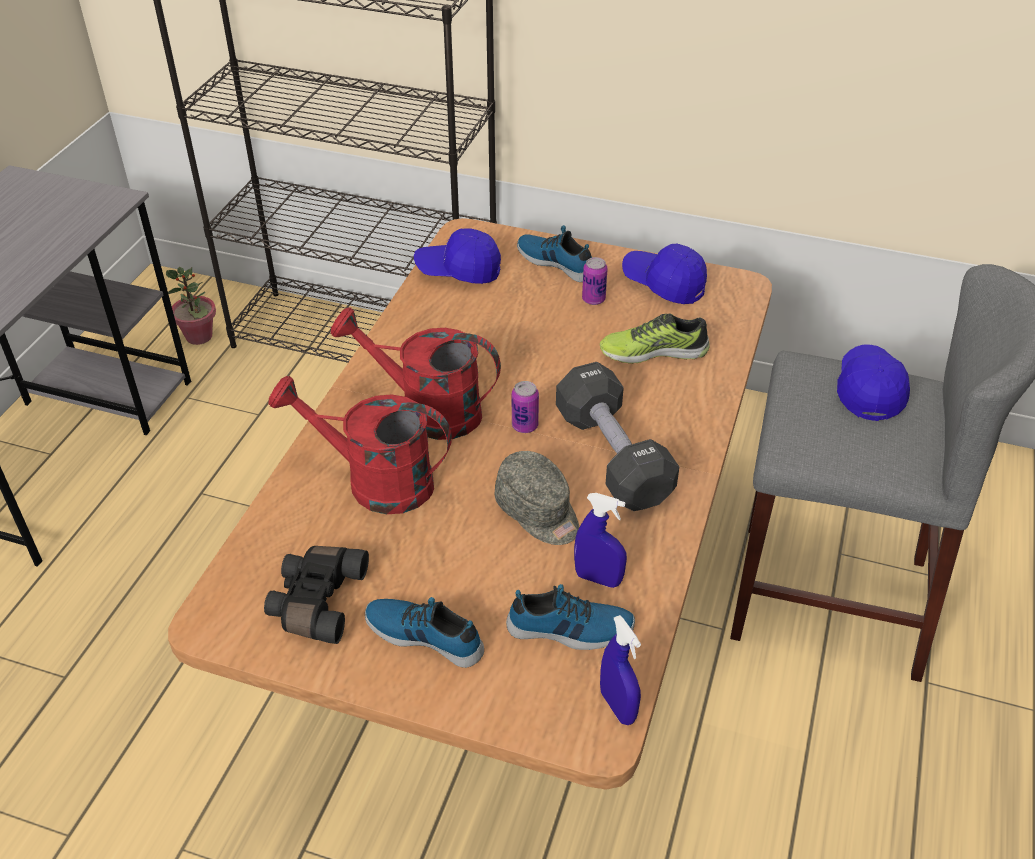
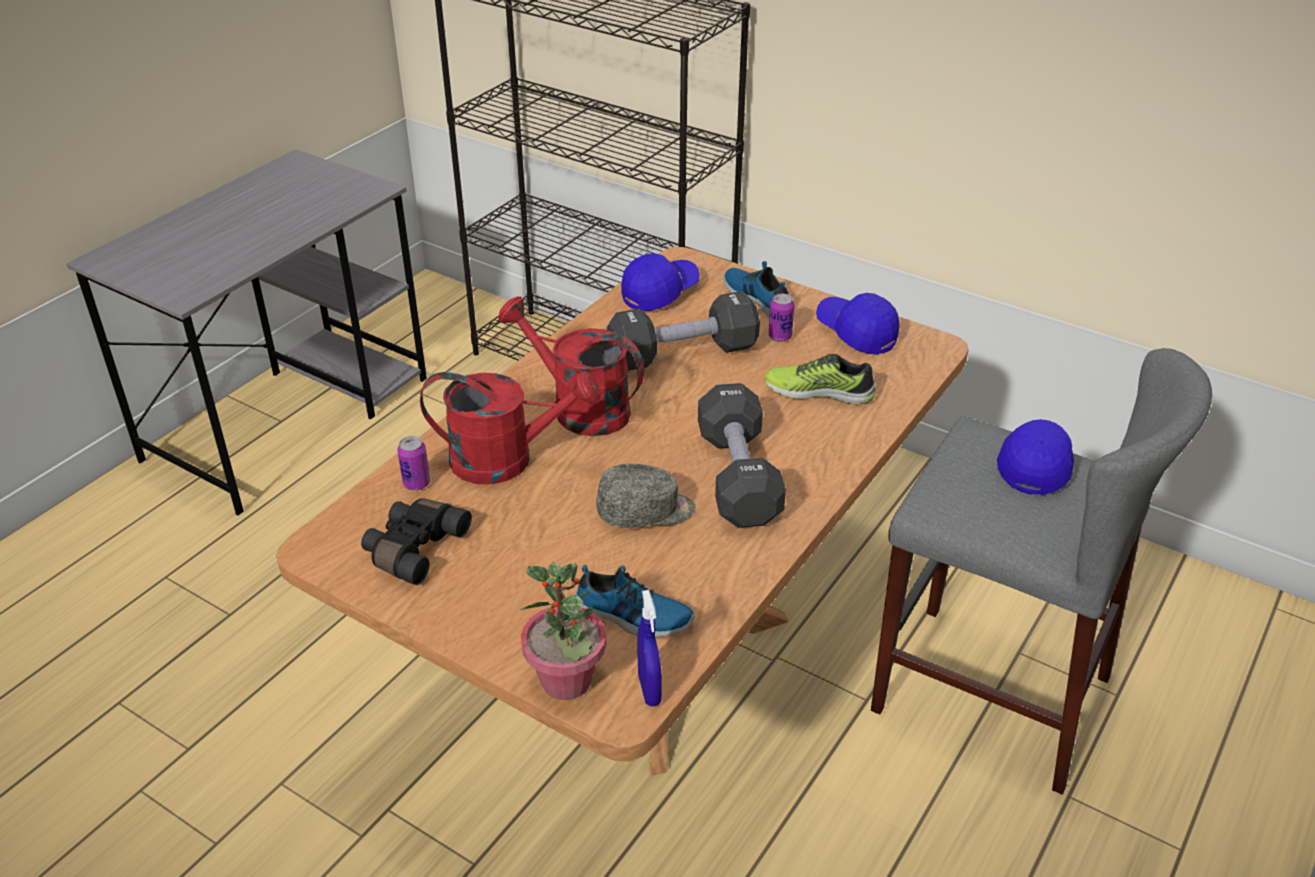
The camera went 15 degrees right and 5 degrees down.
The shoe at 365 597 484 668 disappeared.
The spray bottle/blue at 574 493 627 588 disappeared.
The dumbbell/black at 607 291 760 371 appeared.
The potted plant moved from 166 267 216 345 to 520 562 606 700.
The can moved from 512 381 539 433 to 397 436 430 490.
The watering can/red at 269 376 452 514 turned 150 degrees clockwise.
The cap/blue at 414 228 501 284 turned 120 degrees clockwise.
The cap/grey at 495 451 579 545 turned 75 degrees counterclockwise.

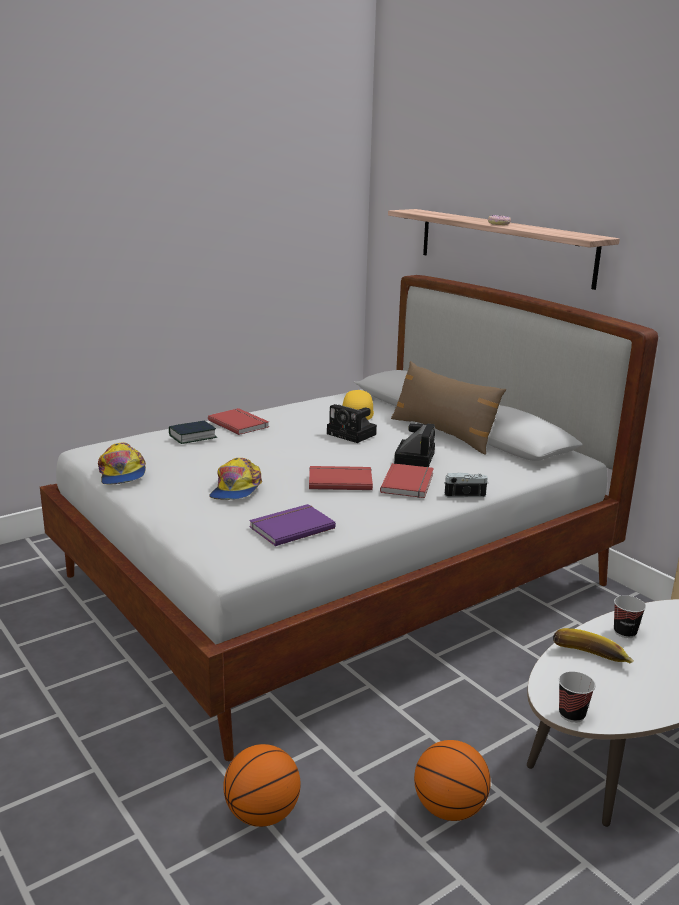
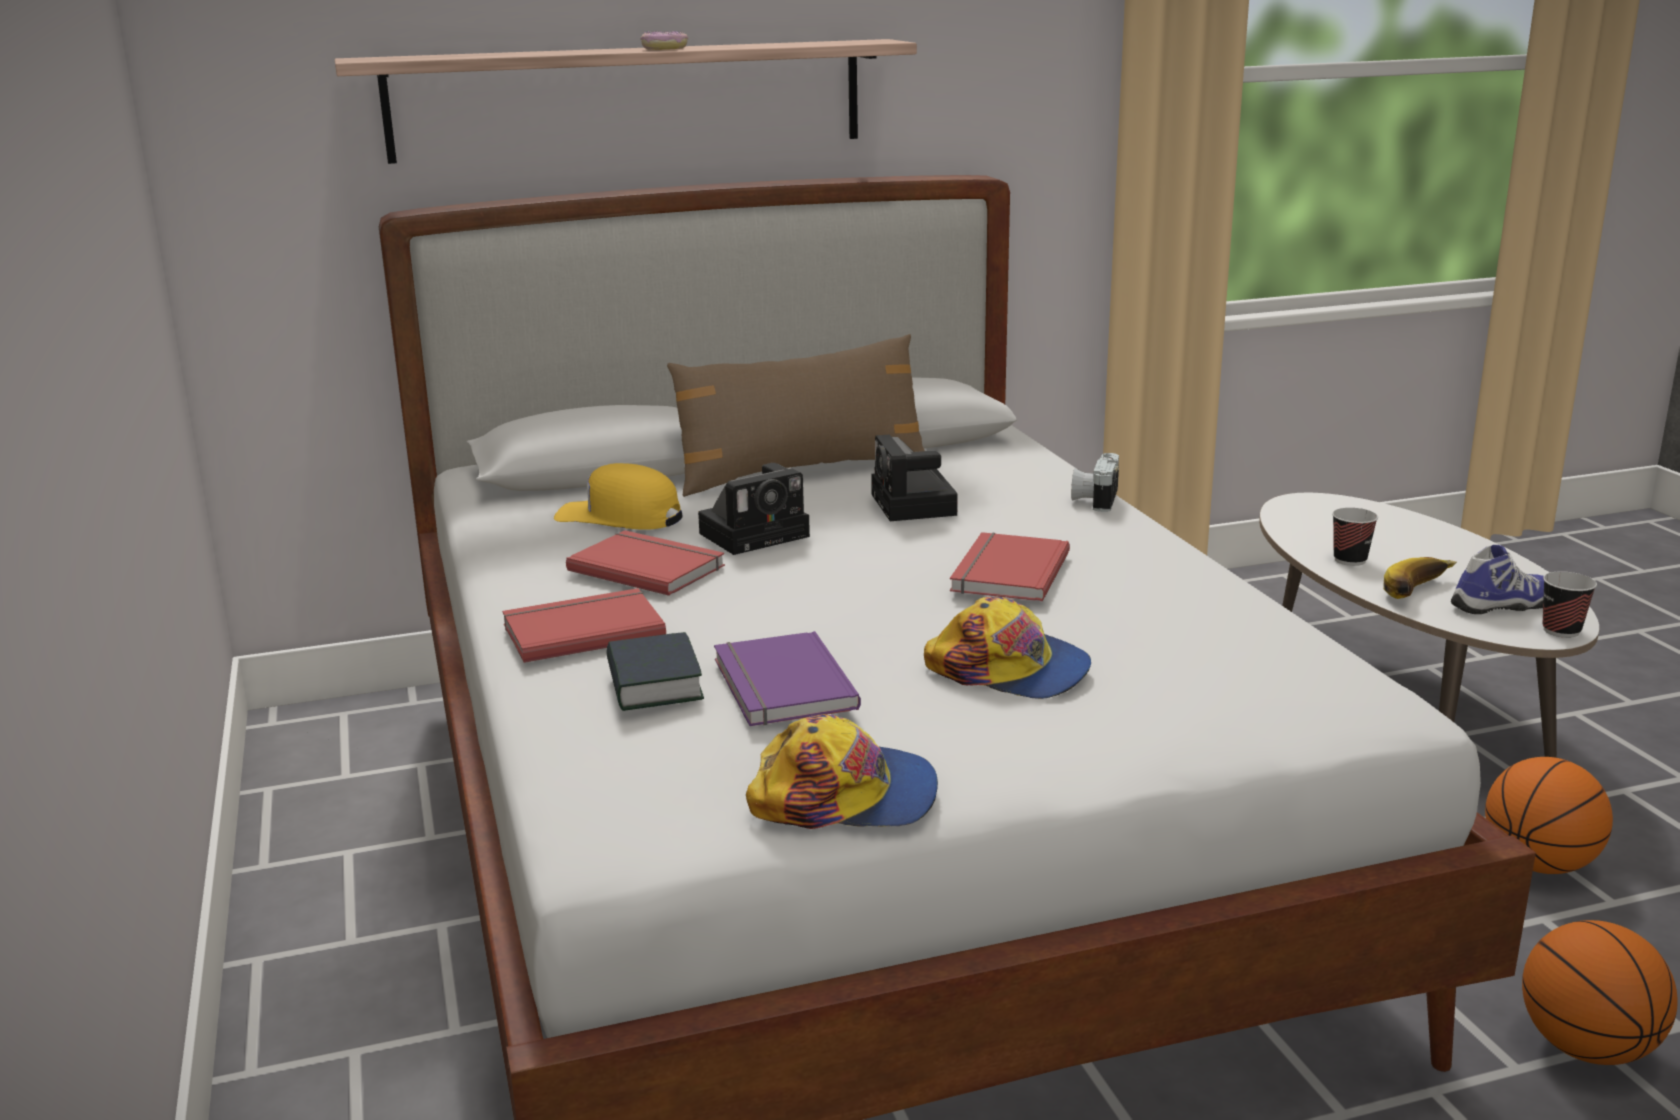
The camera went 70 degrees left and 0 degrees up.
The shoe at 1451 545 1544 614 appeared.
The book/purple moved from 249 504 336 546 to 714 631 861 726.
The book/red moved from 380 463 434 498 to 566 530 725 596.
The photo camera at 394 423 435 467 turned 135 degrees counterclockwise.

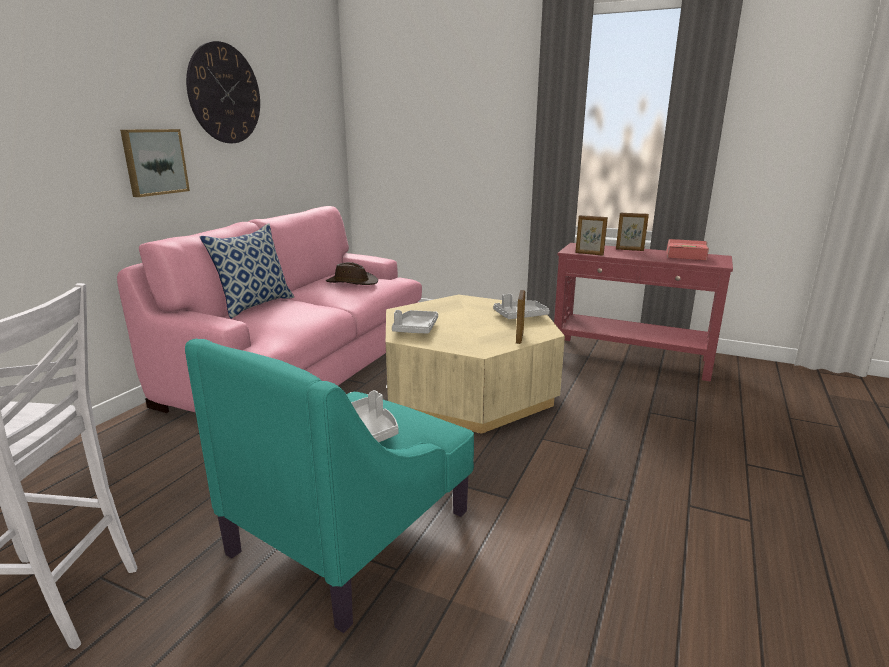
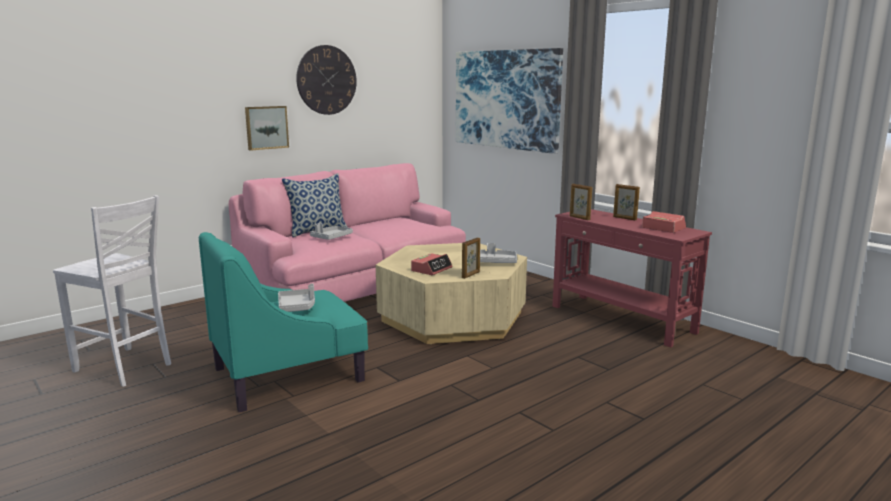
The camera went 25 degrees right and 5 degrees down.
The hat/brown at 326 262 378 285 disappeared.
The alarm clock at 411 253 453 275 appeared.
The picture at 456 48 563 154 appeared.
The tray/grey moved from 392 310 438 334 to 310 223 353 240.

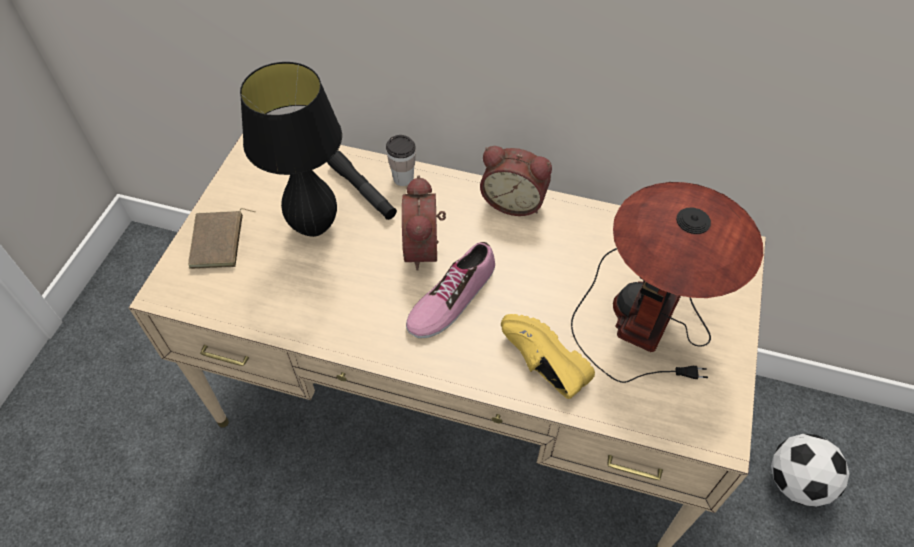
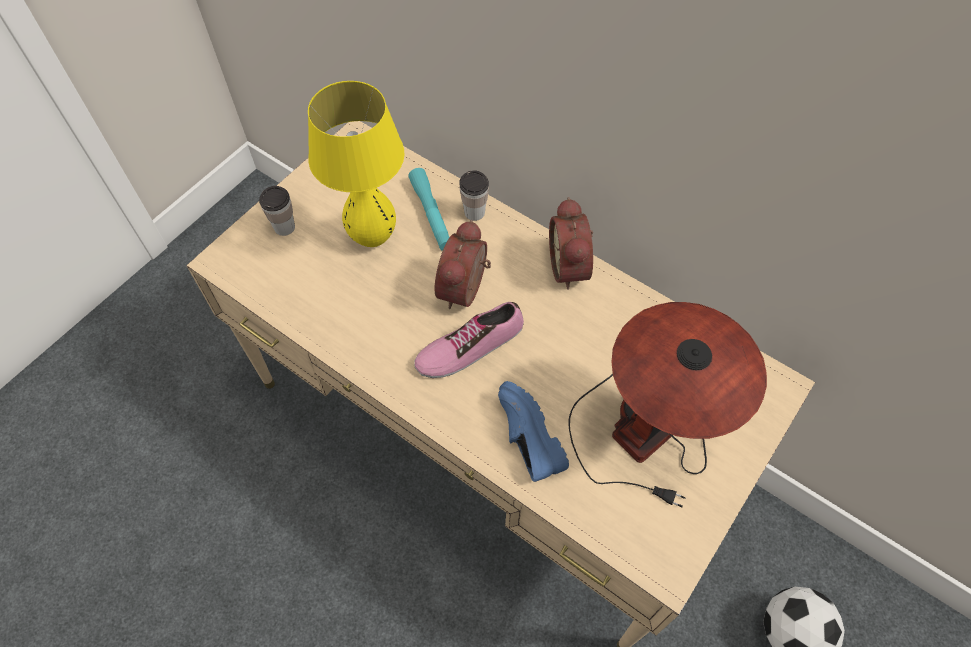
The camera went 20 degrees right and 5 degrees up.
The book/brown at 188 208 256 269 was replaced by the cup at 259 186 295 236.
The table lamp/black at 240 62 342 237 became the table lamp/yellow at 308 81 404 247.
The flashlight/black at 327 151 397 220 became the flashlight/turquoise at 408 168 450 251.
The shoe/yellow at 501 314 595 399 became the shoe/blue at 498 381 569 482.
The alarm clock at 480 146 552 216 turned 45 degrees clockwise.

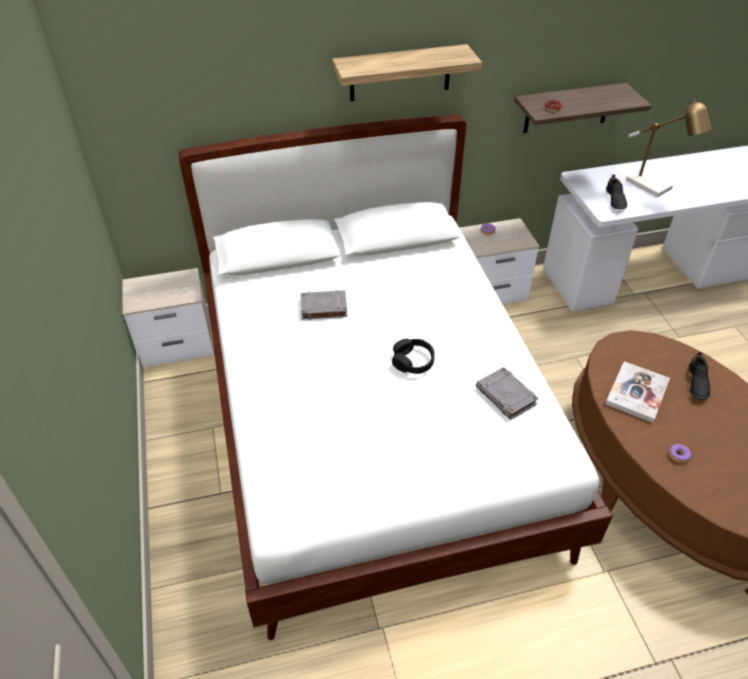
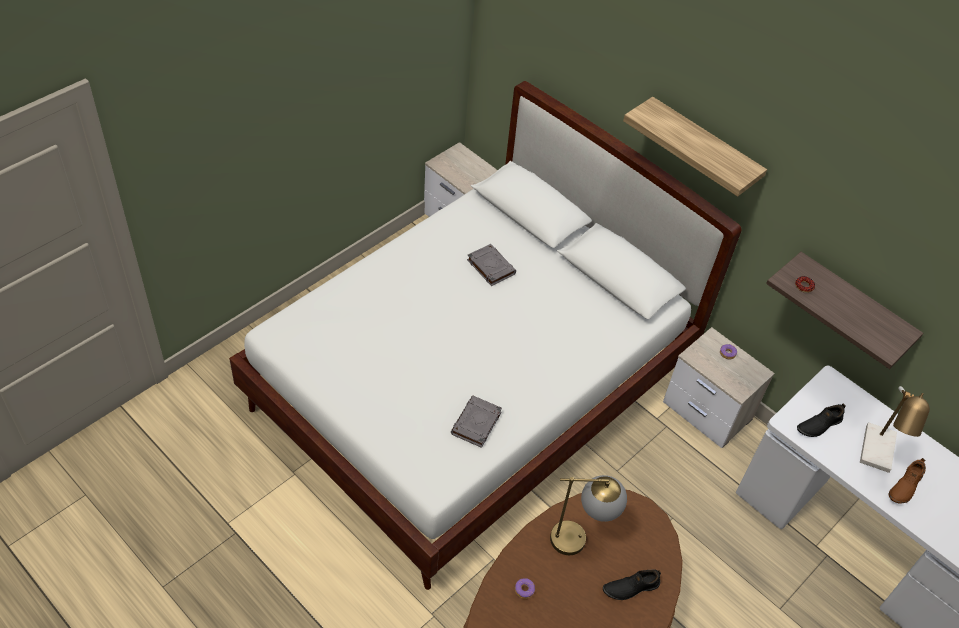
The camera went 55 degrees right and 5 degrees up.
The headphones/black at 392 339 435 374 disappeared.
The shoe/brown at 889 458 926 504 appeared.
The book at 605 361 670 423 was replaced by the table lamp at 550 475 627 555.

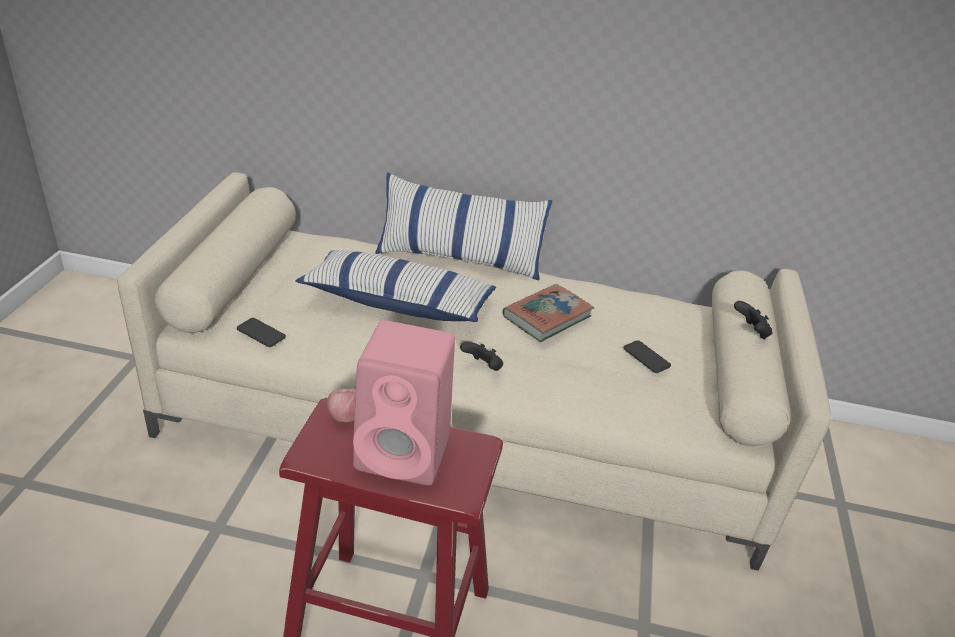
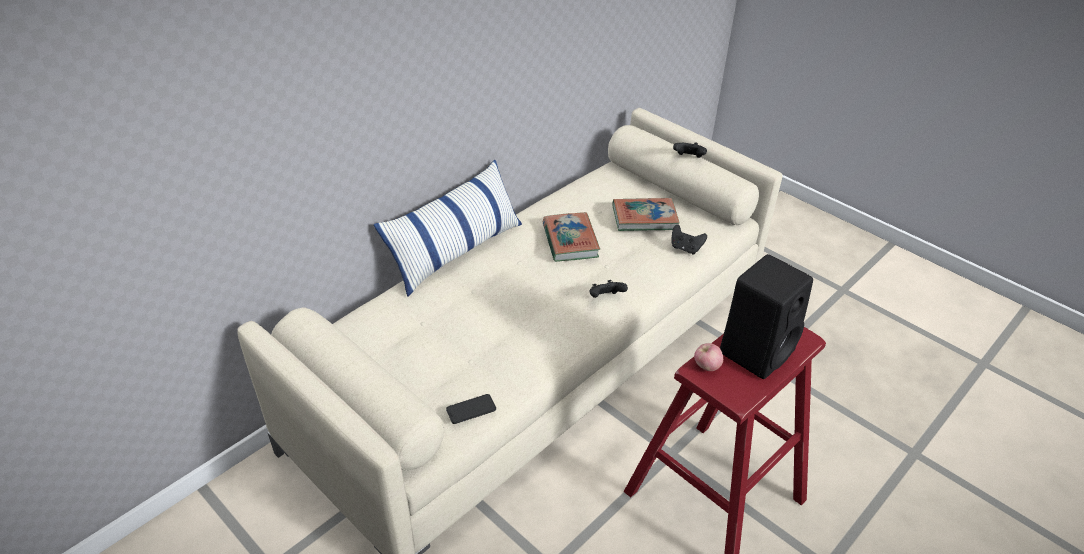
The camera went 55 degrees left and 5 degrees up.
The pillow at 295 250 496 322 disappeared.
The game controller/black at 672 224 707 254 appeared.
The phone at 624 340 671 373 was replaced by the book at 612 198 680 231.
The speaker/pink at 353 320 455 485 became the speaker/black at 720 254 813 379.

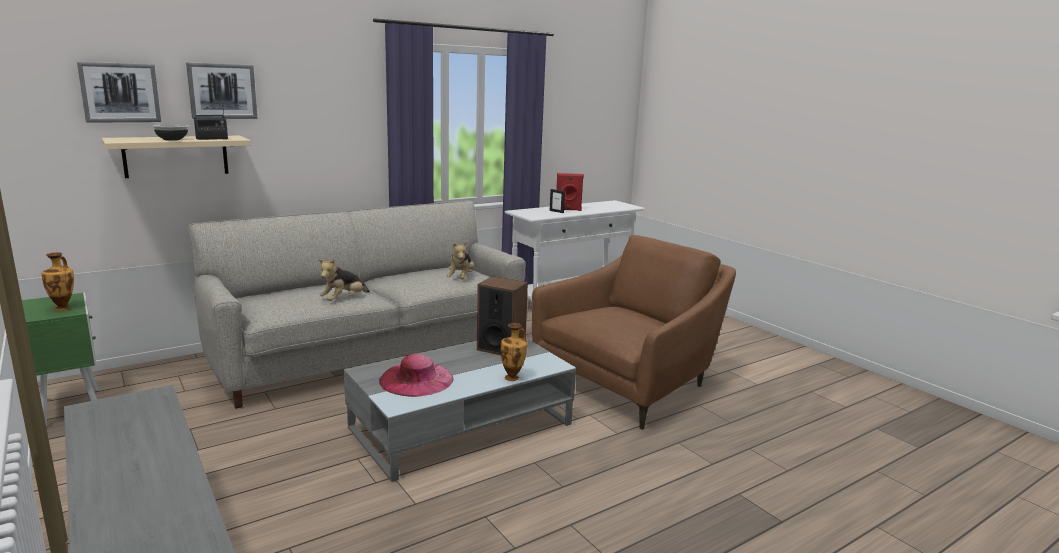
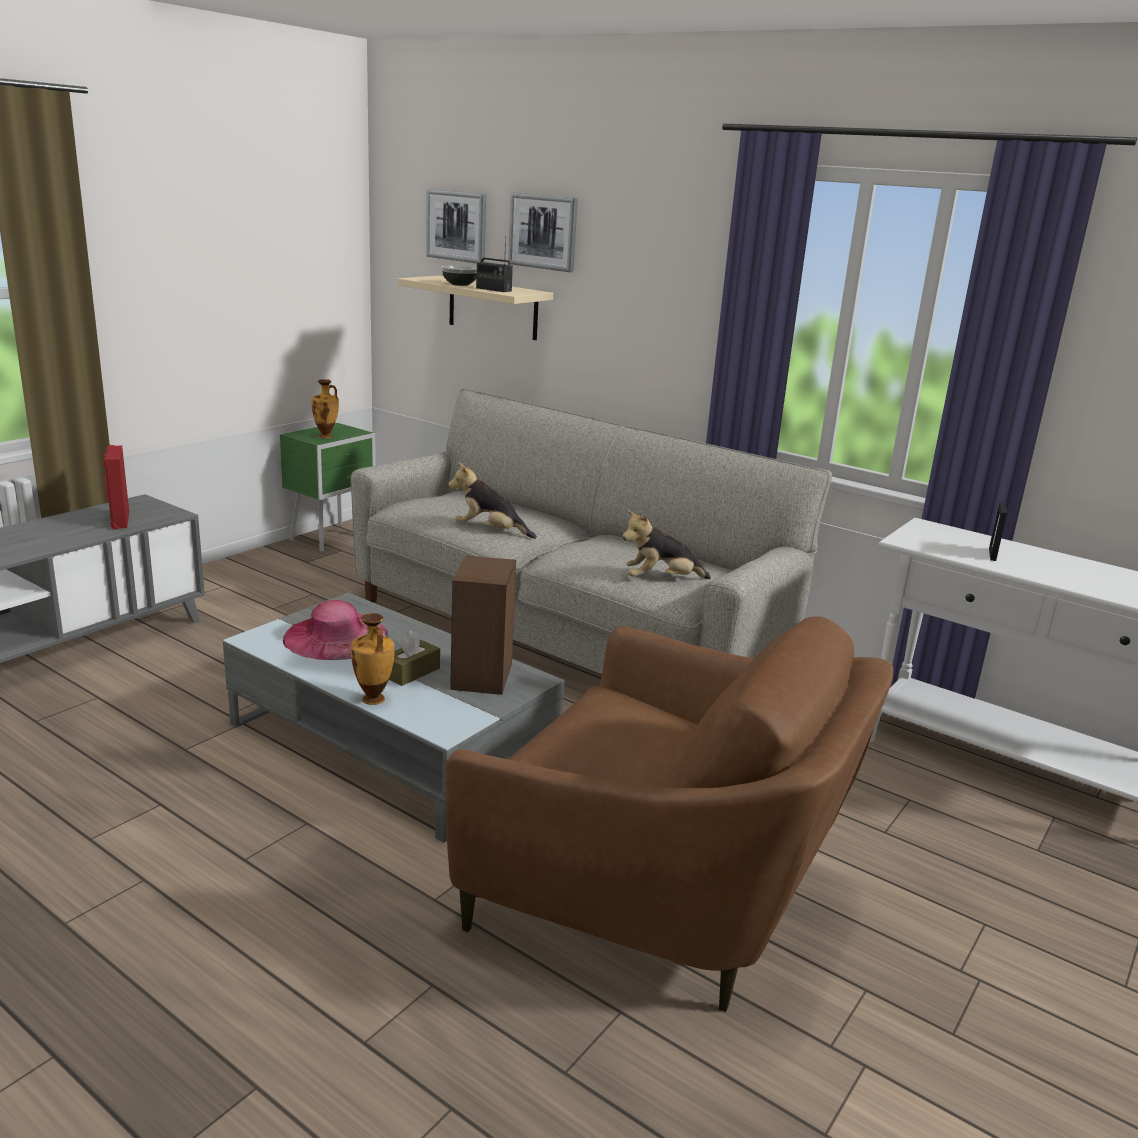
The camera went 70 degrees right and 5 degrees up.
The tissue box/brown at 389 631 440 686 appeared.
The speaker/red moved from 556 173 584 211 to 103 445 129 530.

